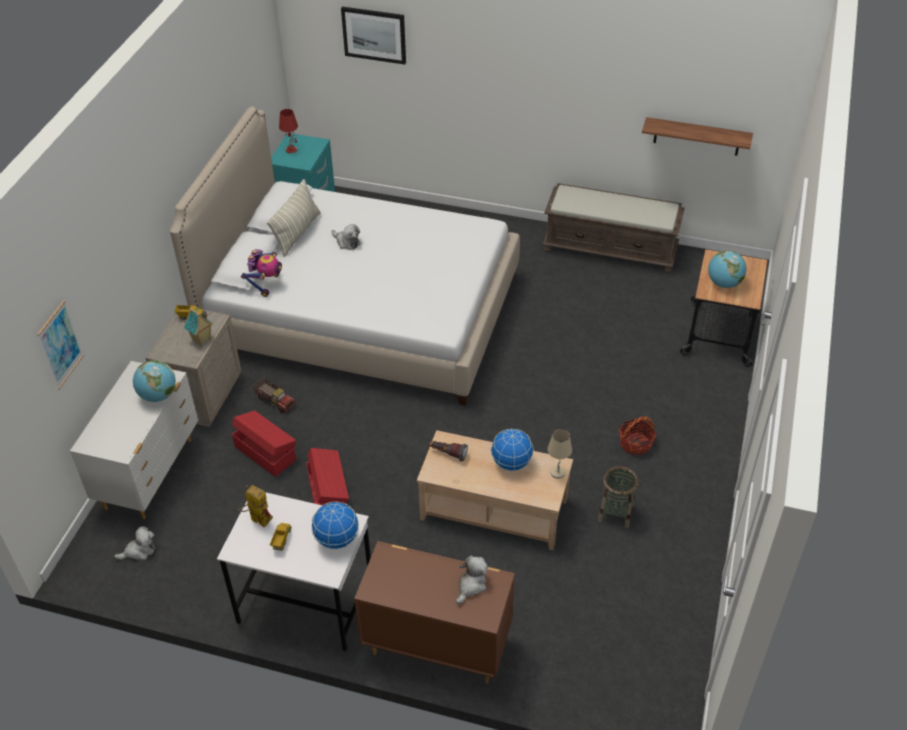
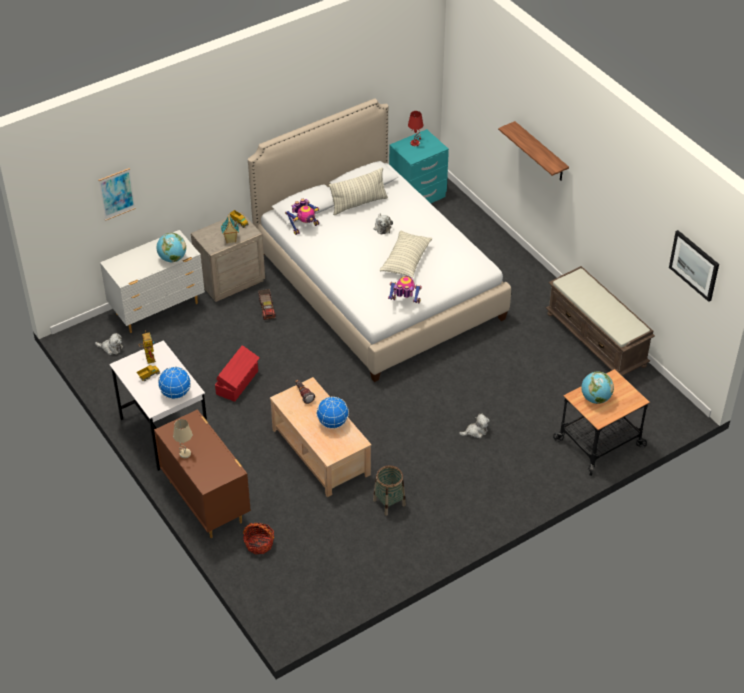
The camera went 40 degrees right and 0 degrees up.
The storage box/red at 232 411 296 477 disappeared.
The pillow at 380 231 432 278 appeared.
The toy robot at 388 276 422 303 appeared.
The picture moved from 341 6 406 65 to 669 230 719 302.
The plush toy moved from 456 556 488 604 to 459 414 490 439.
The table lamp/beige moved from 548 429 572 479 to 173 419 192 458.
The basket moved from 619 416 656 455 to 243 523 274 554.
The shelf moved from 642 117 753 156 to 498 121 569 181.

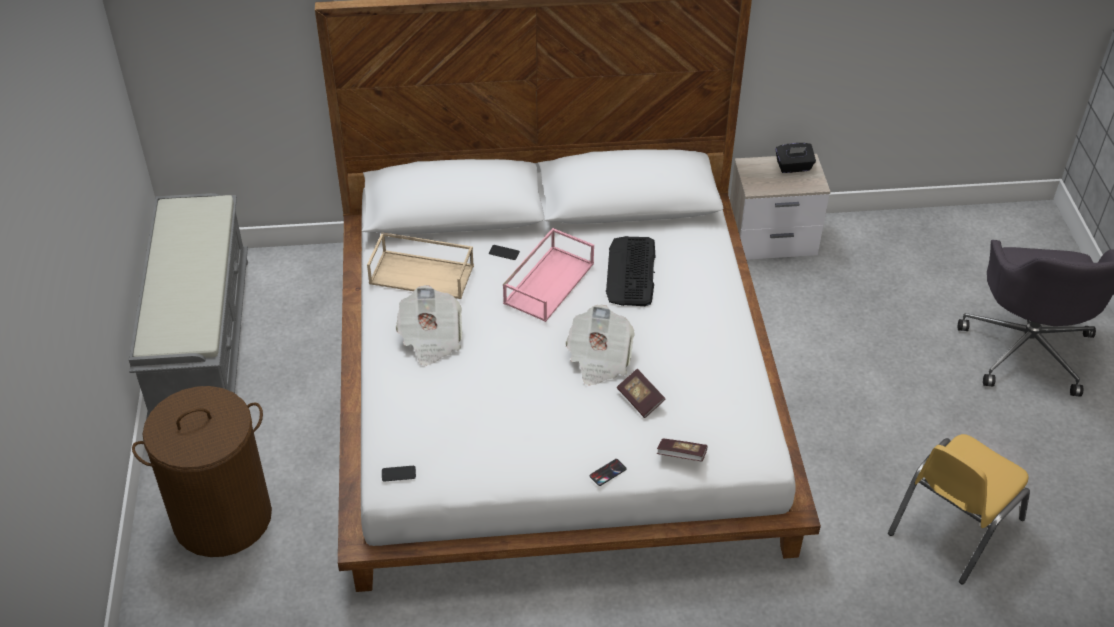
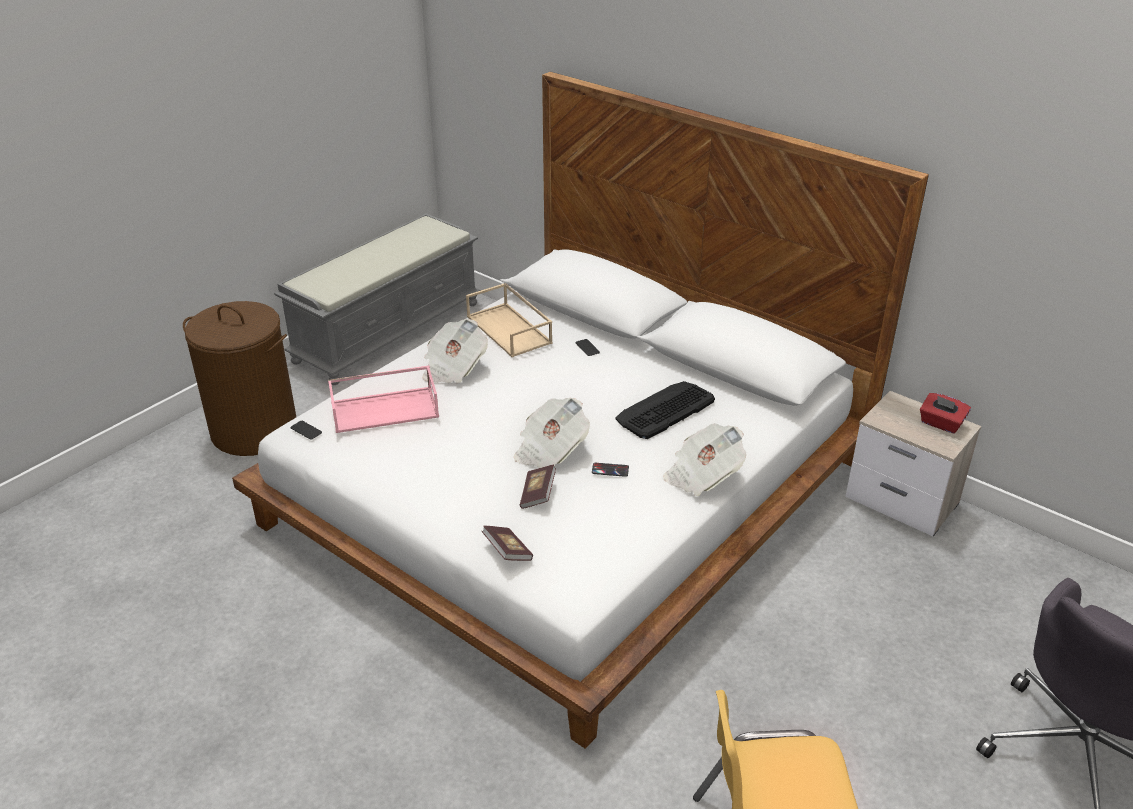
The camera went 45 degrees right and 10 degrees down.
The newspaper at 663 423 746 496 appeared.
The tray/pink moved from 503 228 594 322 to 328 366 439 433.
The phone moved from 590 459 627 486 to 592 463 629 477.
The tissue box/black at 776 143 816 173 became the tissue box/red at 920 393 971 434.

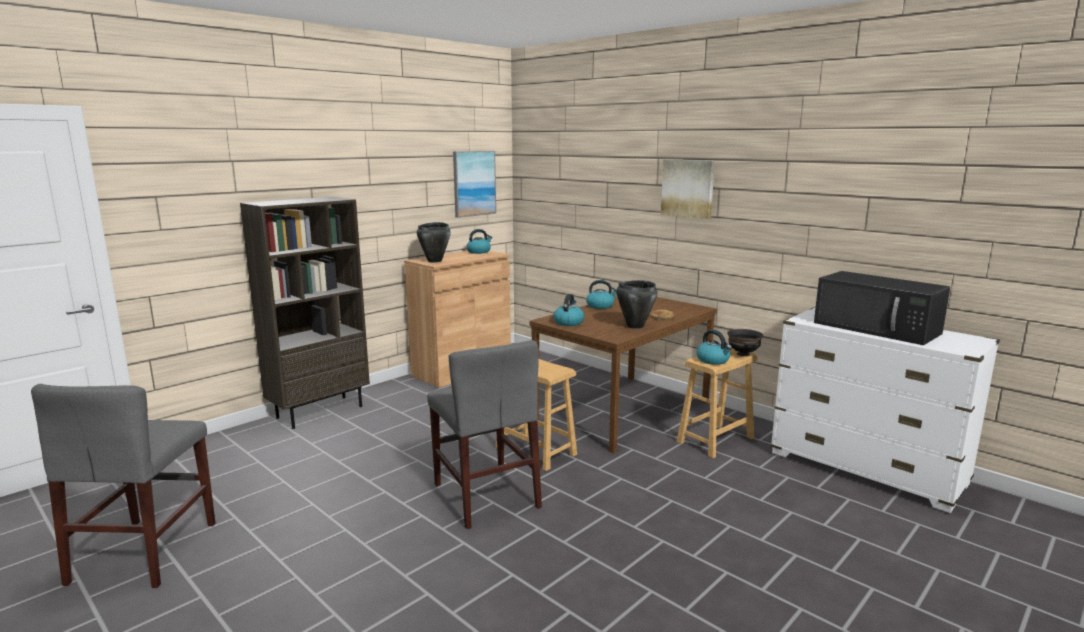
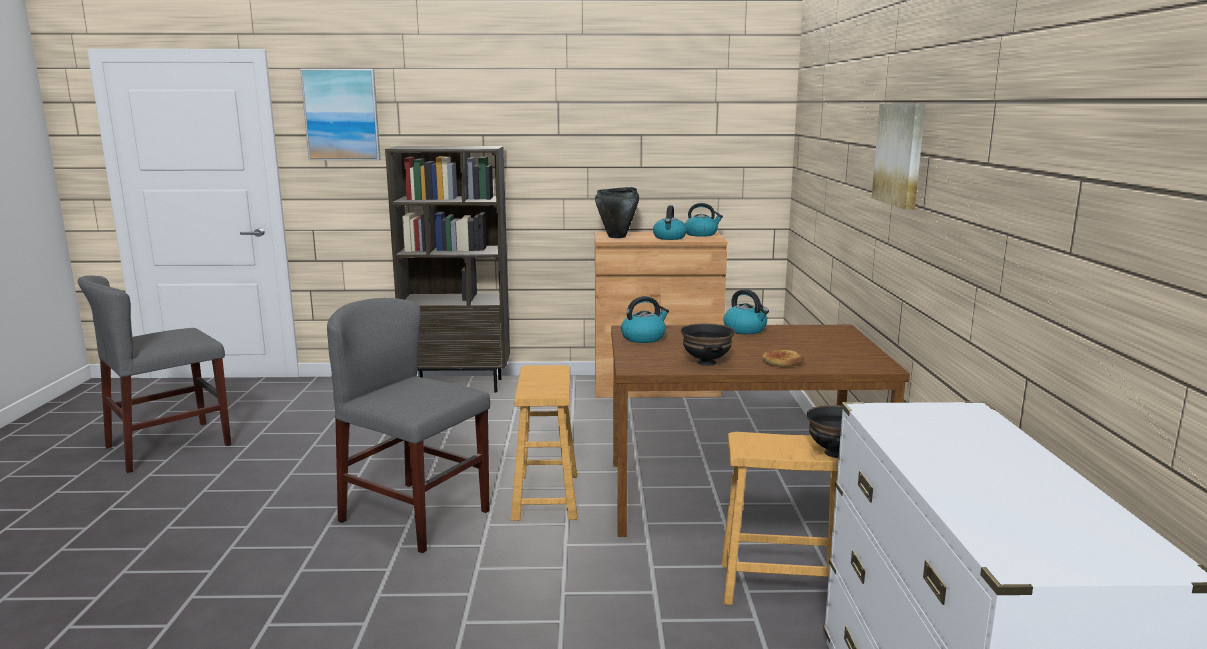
The camera went 45 degrees right and 0 degrees up.
The microwave/black at 814 271 950 345 disappeared.
The picture moved from 453 151 496 218 to 300 69 381 160.
The kettle moved from 696 330 732 365 to 653 205 687 240.
The cooking pot/black at 616 280 658 329 was replaced by the bowl/black at 681 323 735 366.
The chair/grey at 427 340 542 529 turned 105 degrees clockwise.

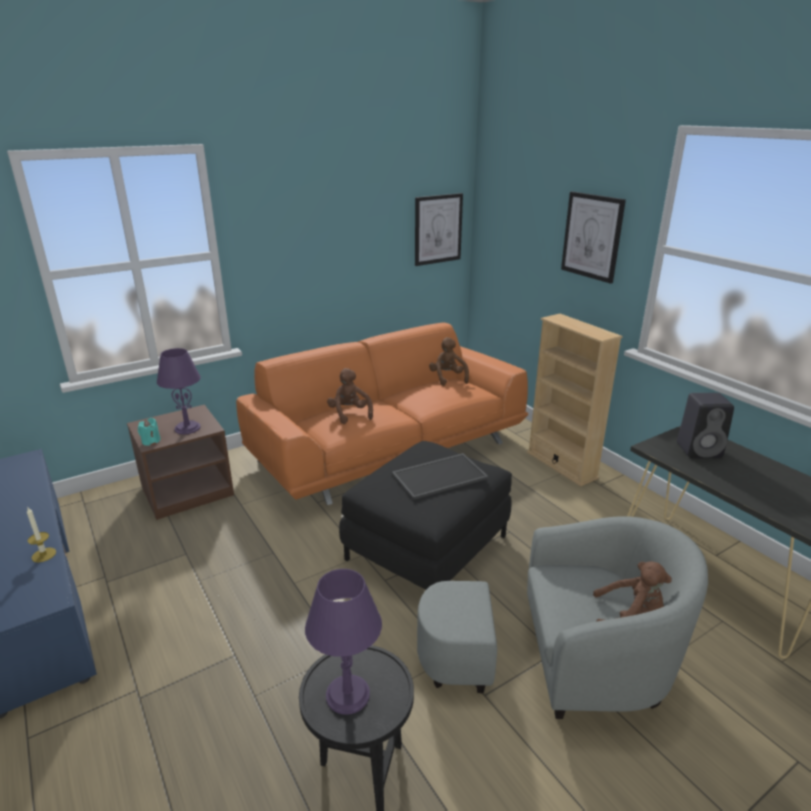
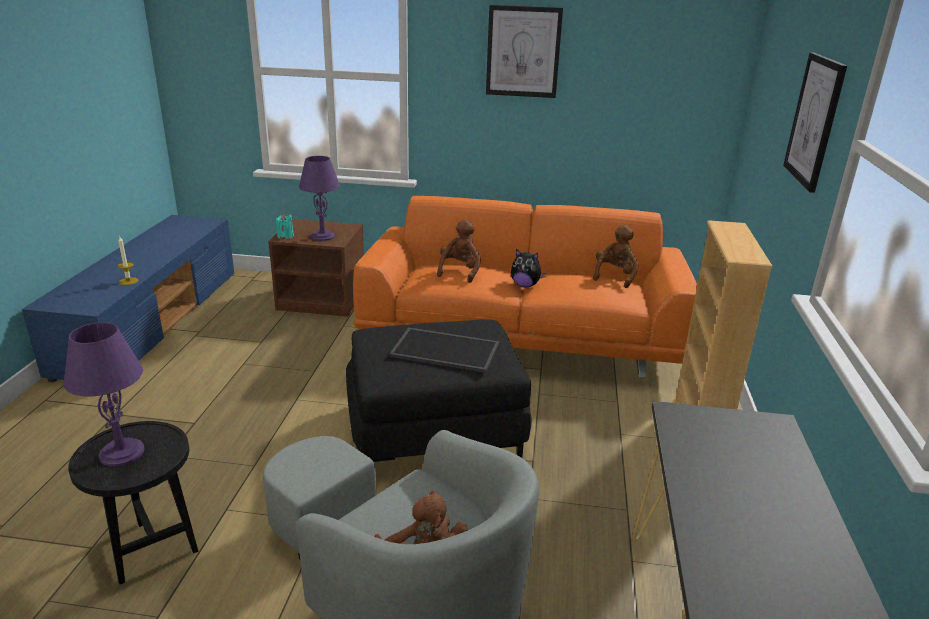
The camera went 40 degrees right and 0 degrees up.
The speaker/black at 677 393 734 458 disappeared.
The plush toy at 511 249 545 287 appeared.
The picture moved from 415 193 463 266 to 486 5 563 98.

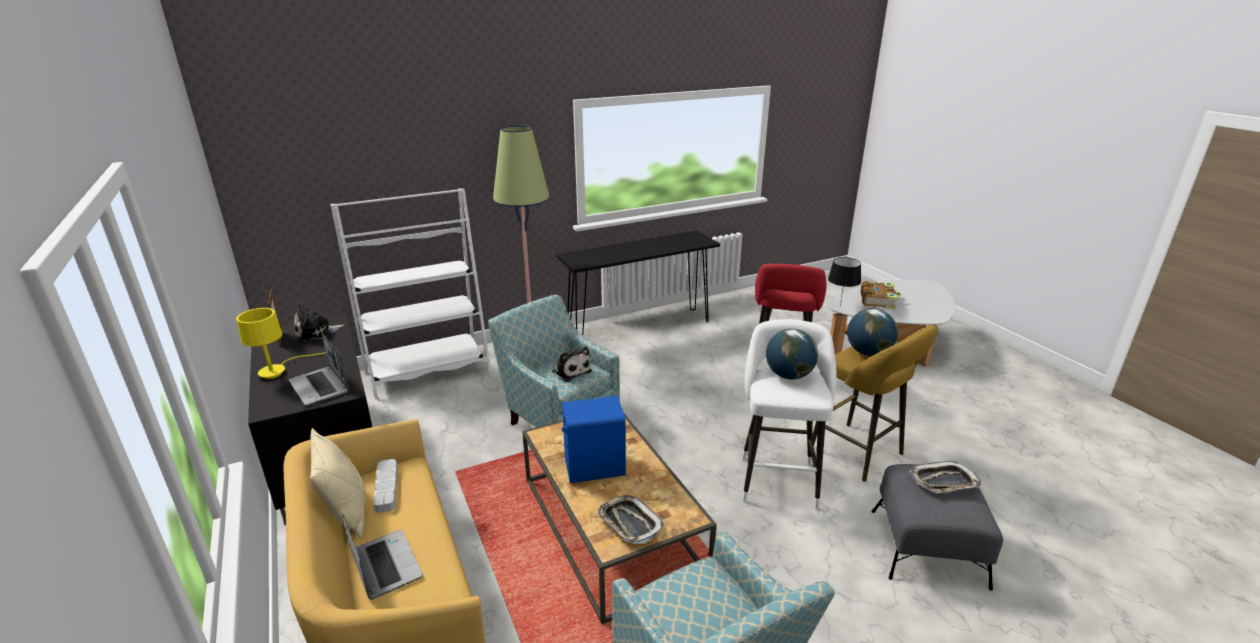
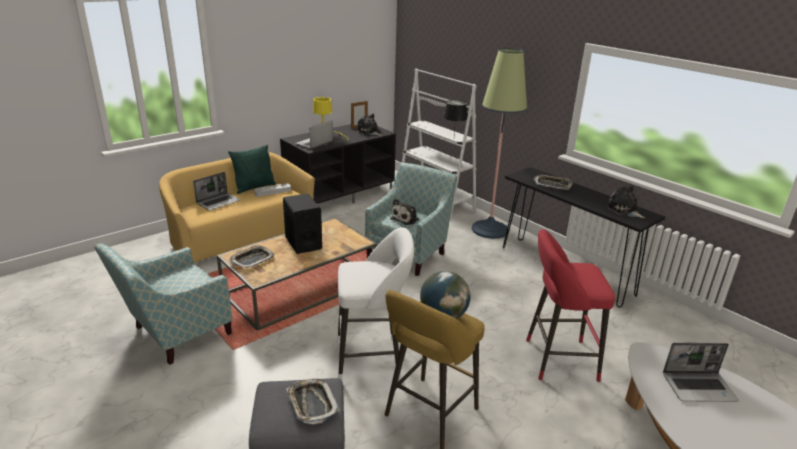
The camera went 75 degrees right and 0 degrees up.
The globe at 766 329 818 380 disappeared.
The tray at 533 175 573 190 appeared.
The plush toy at 607 185 645 218 appeared.
The table lamp/black moved from 828 257 861 306 to 443 100 468 134.
The book at 861 281 902 309 was replaced by the laptop at 663 343 739 402.
The pillow/beige at 310 428 365 537 became the pillow/green at 228 145 276 194.
The speaker/blue at 562 396 626 483 became the speaker/black at 283 193 322 254.

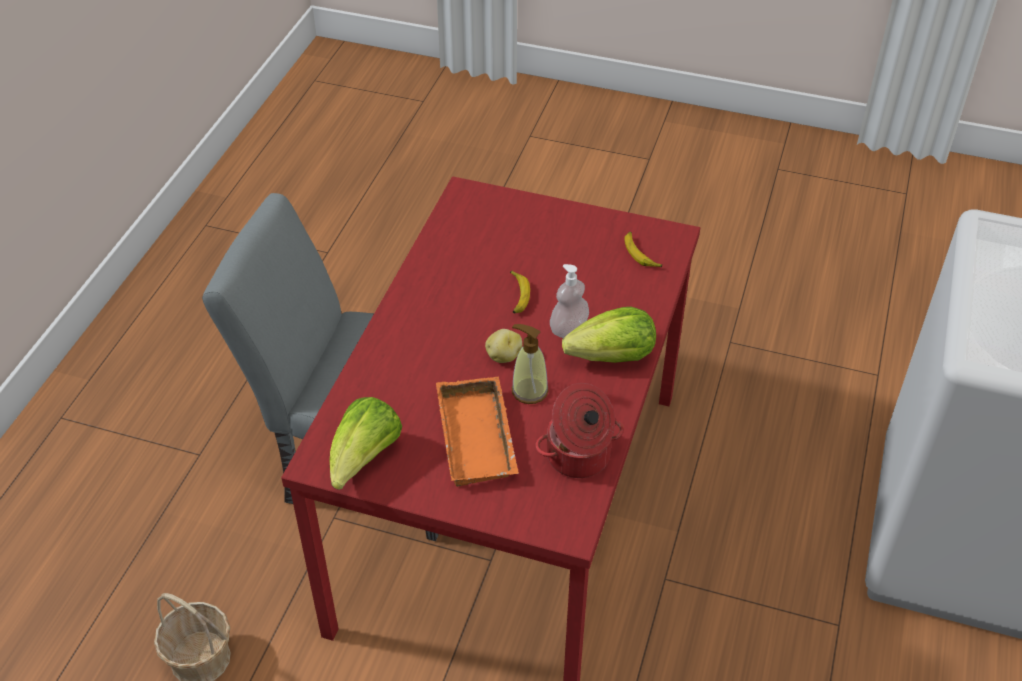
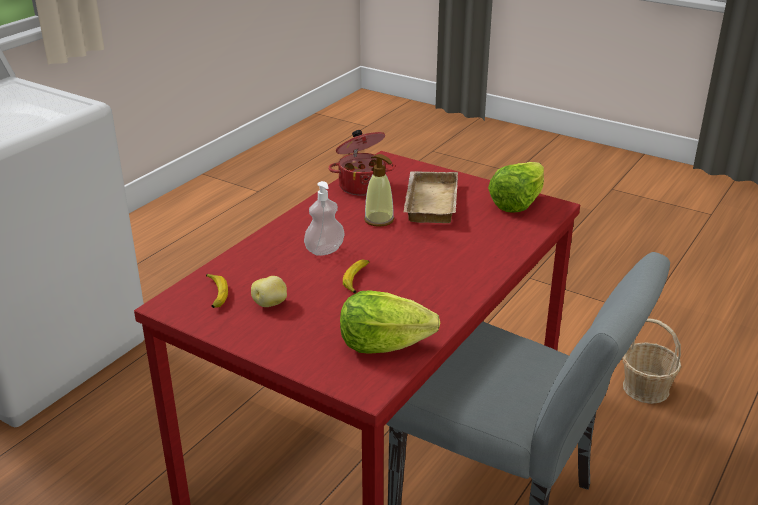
The camera went 165 degrees left and 15 degrees down.
The potato moved from 485 329 522 363 to 251 276 287 307.
The lettuce moved from 562 307 656 363 to 340 290 440 354.
The tray/orange at 436 376 519 487 became the tray/beige at 403 171 458 223.

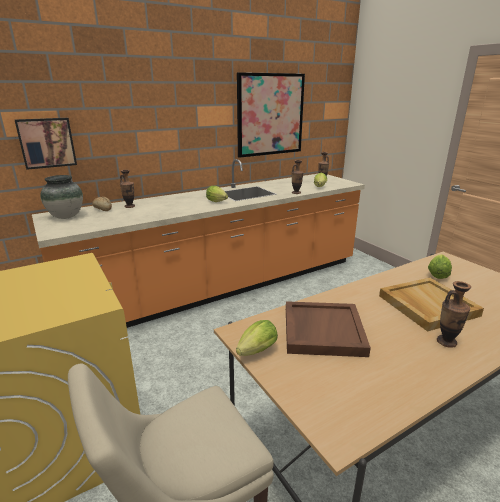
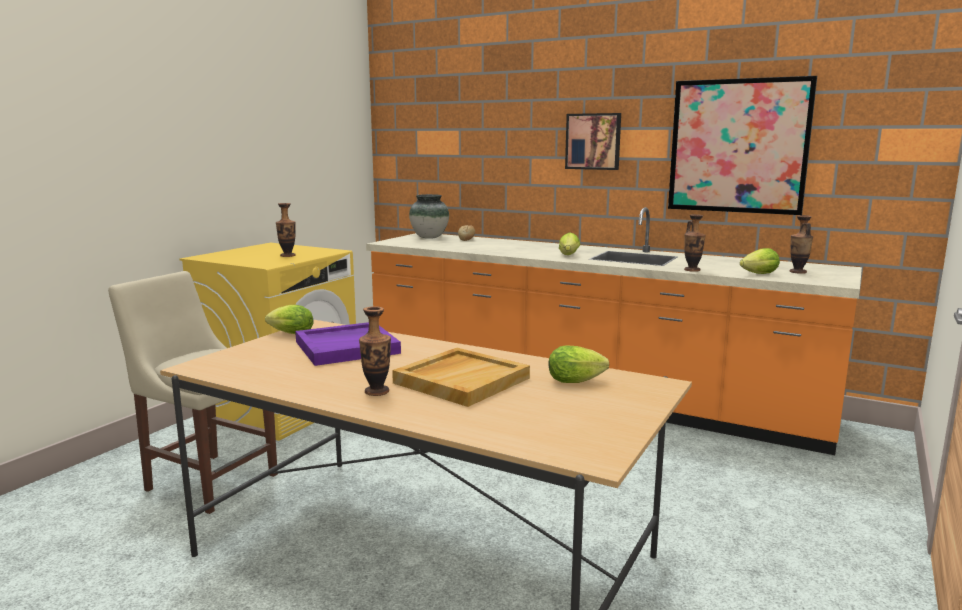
The camera went 60 degrees right and 10 degrees down.
The picture moved from 15 118 77 170 to 565 113 621 170.
The vase moved from 120 170 135 208 to 276 203 296 257.
The tray/brown at 286 301 371 357 became the tray/purple at 295 322 401 366.

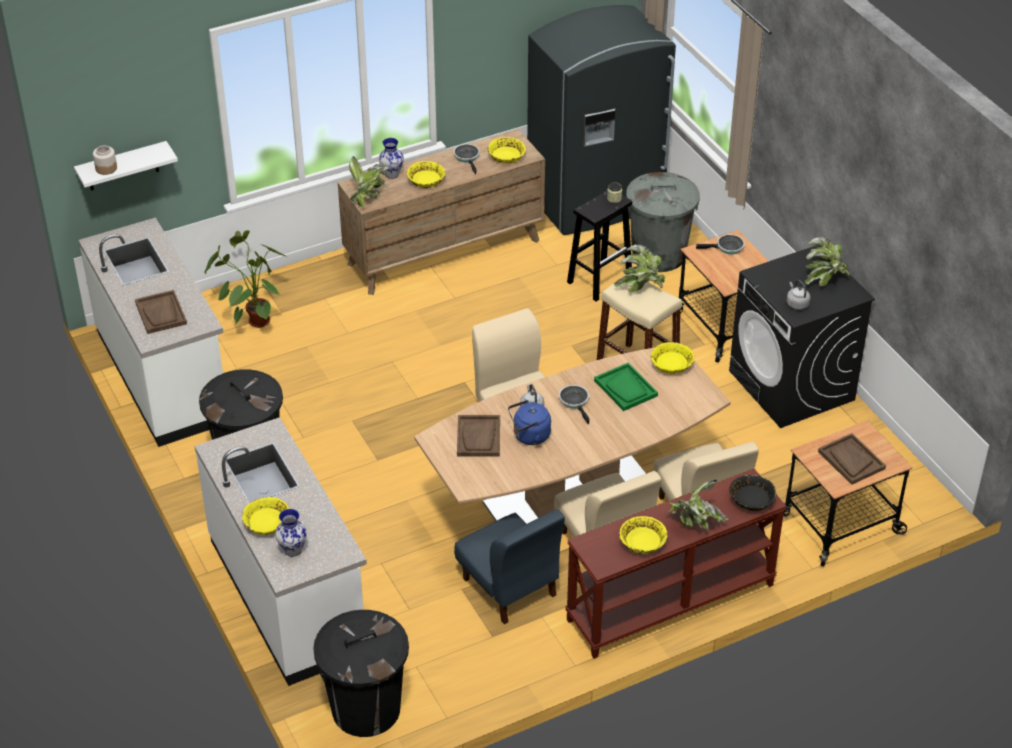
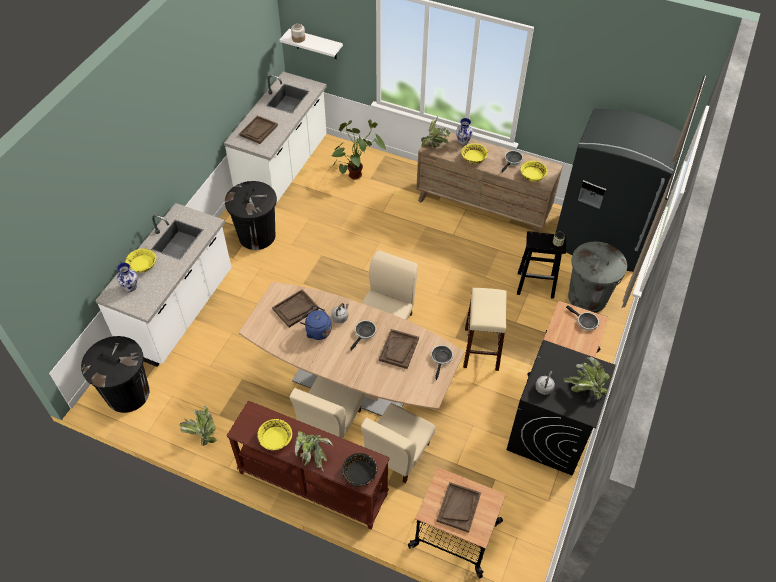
The camera went 50 degrees right and 10 degrees up.
The chair/blue at 454 509 565 625 disappeared.
The potted plant moved from 614 244 666 292 to 179 406 217 446.
The bowl/yellow at 651 342 694 374 was replaced by the frying pan at 431 345 453 380.
The tray/green at 594 363 658 411 became the tray/brown at 379 329 419 369.

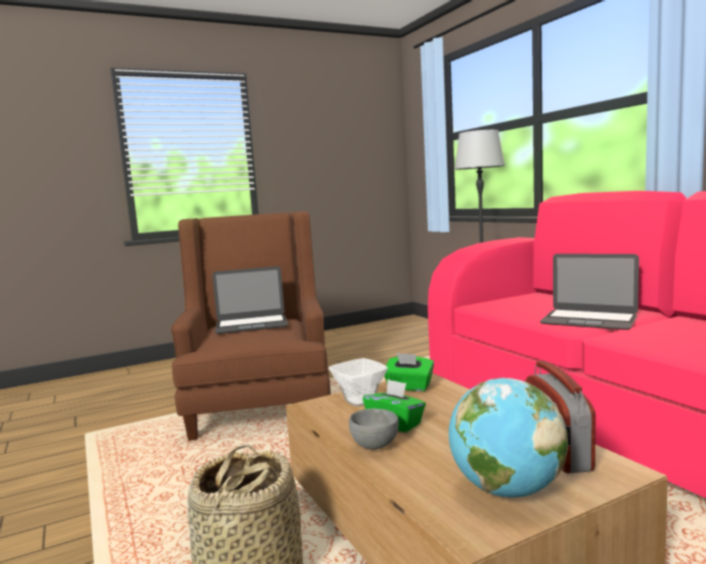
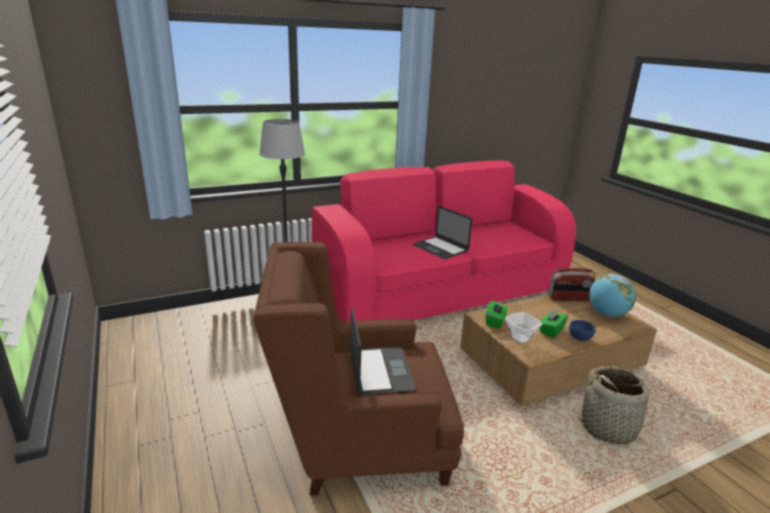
The camera went 90 degrees left and 15 degrees up.
The bowl/grey at 349 409 399 450 became the bowl/blue at 569 320 595 341.
The laptop at 540 254 639 330 turned 105 degrees clockwise.

